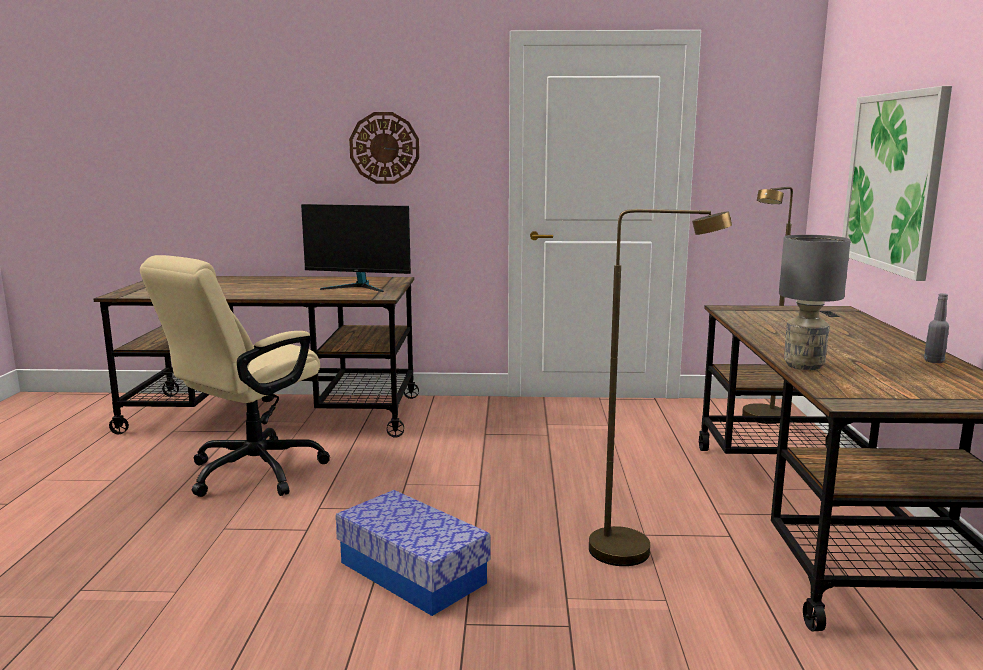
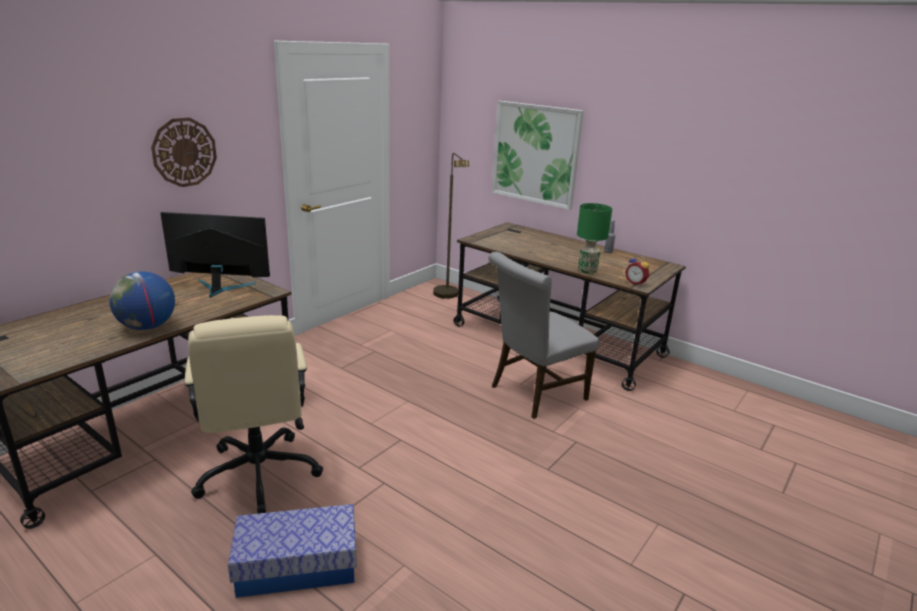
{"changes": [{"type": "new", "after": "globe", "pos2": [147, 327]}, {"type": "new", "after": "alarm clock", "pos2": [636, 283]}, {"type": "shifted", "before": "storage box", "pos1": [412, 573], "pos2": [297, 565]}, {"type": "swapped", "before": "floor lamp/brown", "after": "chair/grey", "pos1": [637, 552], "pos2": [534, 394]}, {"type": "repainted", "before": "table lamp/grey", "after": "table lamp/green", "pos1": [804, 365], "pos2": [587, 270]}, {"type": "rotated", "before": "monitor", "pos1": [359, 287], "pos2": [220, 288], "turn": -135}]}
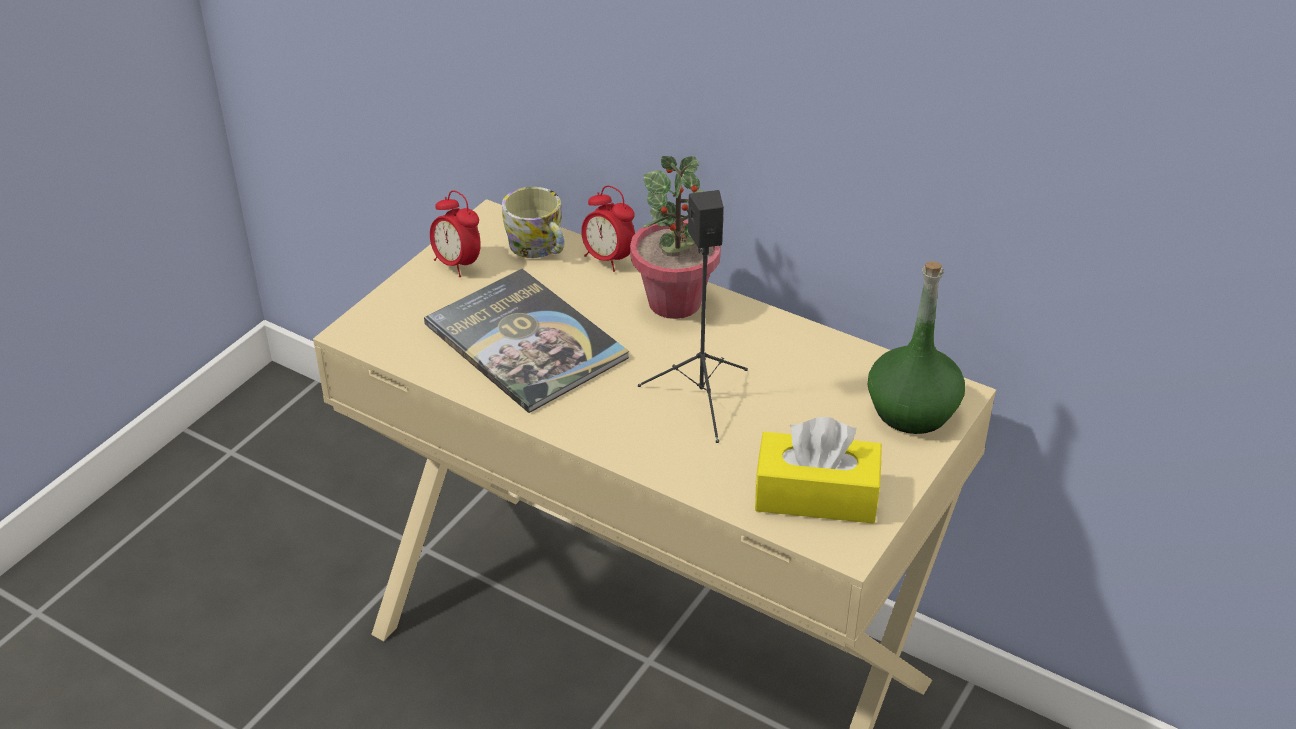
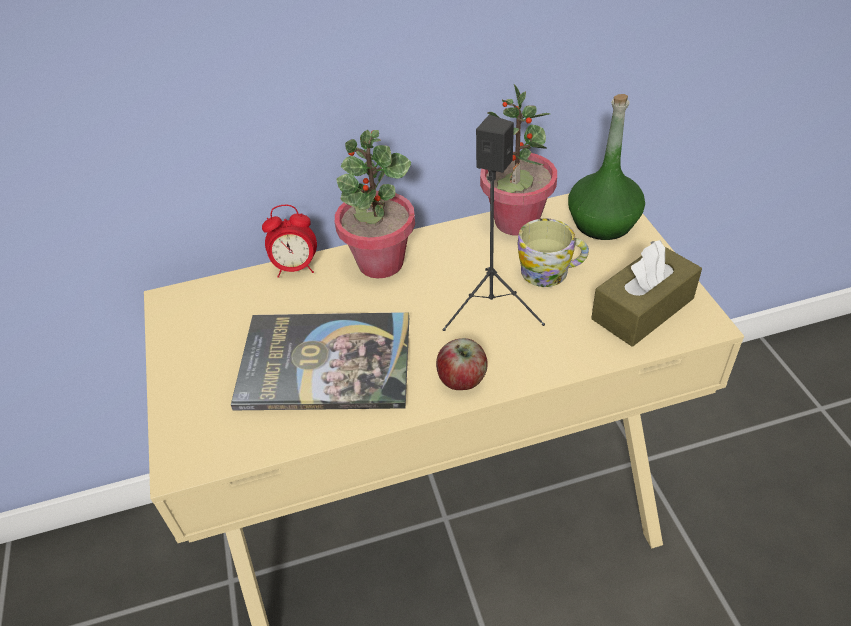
{"changes": [{"type": "gone", "before": "alarm clock", "pos1": [457, 264]}, {"type": "new", "after": "apple", "pos2": [462, 380]}, {"type": "new", "after": "potted plant", "pos2": [516, 222]}, {"type": "shifted", "before": "mug", "pos1": [539, 248], "pos2": [551, 272]}, {"type": "repainted", "before": "tissue box/yellow", "after": "tissue box/brown", "pos1": [816, 495], "pos2": [642, 309]}]}
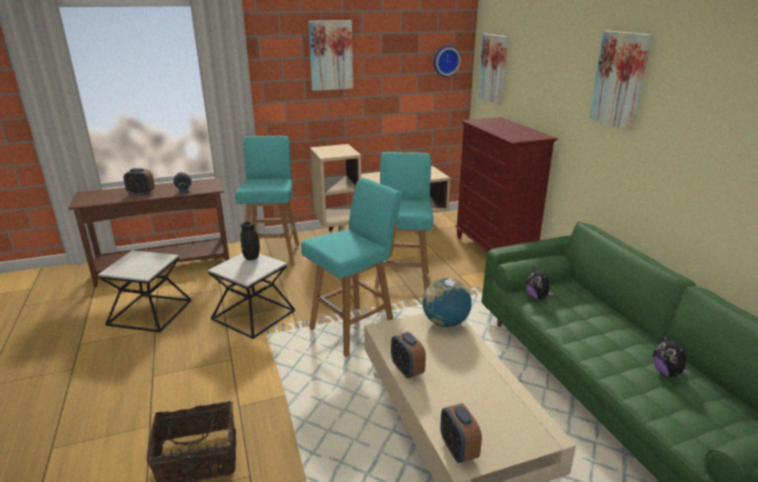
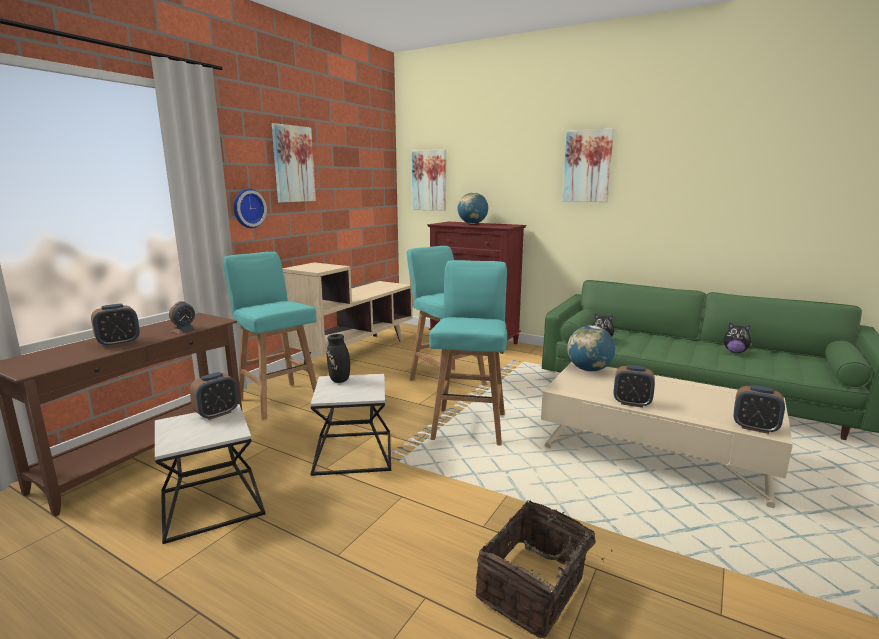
{"changes": [{"type": "new", "after": "alarm clock", "pos2": [217, 414]}, {"type": "new", "after": "globe", "pos2": [472, 223]}, {"type": "shifted", "before": "wall clock", "pos1": [446, 61], "pos2": [247, 208]}]}
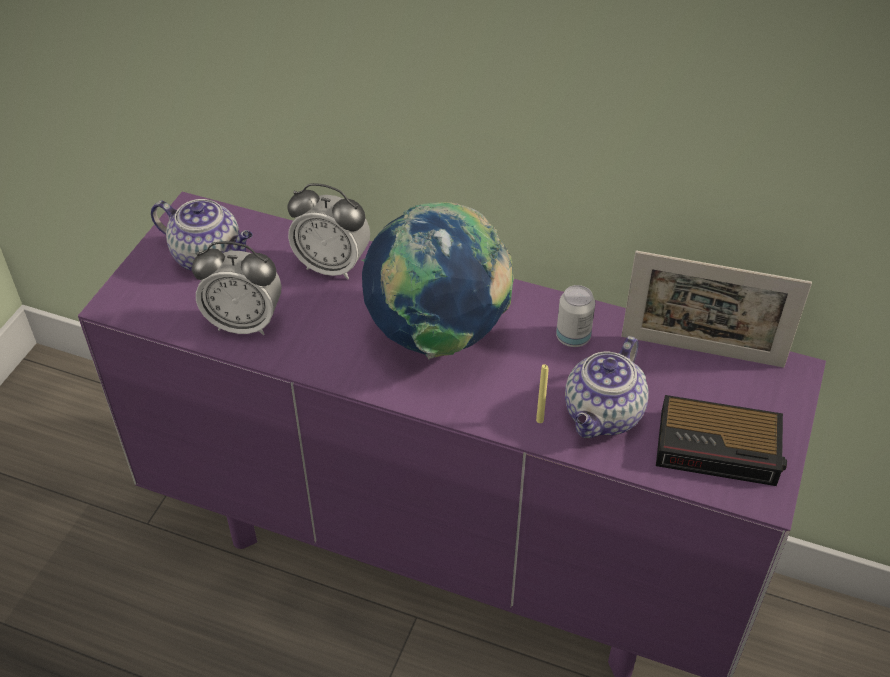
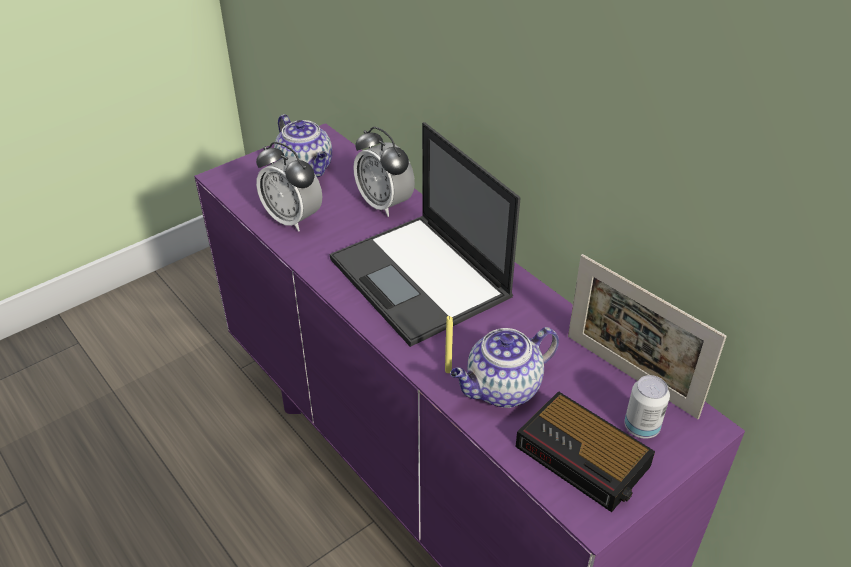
{"changes": [{"type": "shifted", "before": "can", "pos1": [573, 337], "pos2": [641, 427]}, {"type": "swapped", "before": "globe", "after": "laptop", "pos1": [438, 335], "pos2": [421, 279]}]}
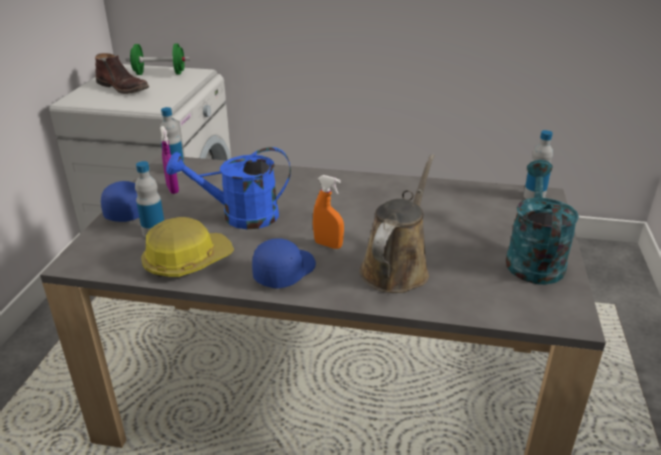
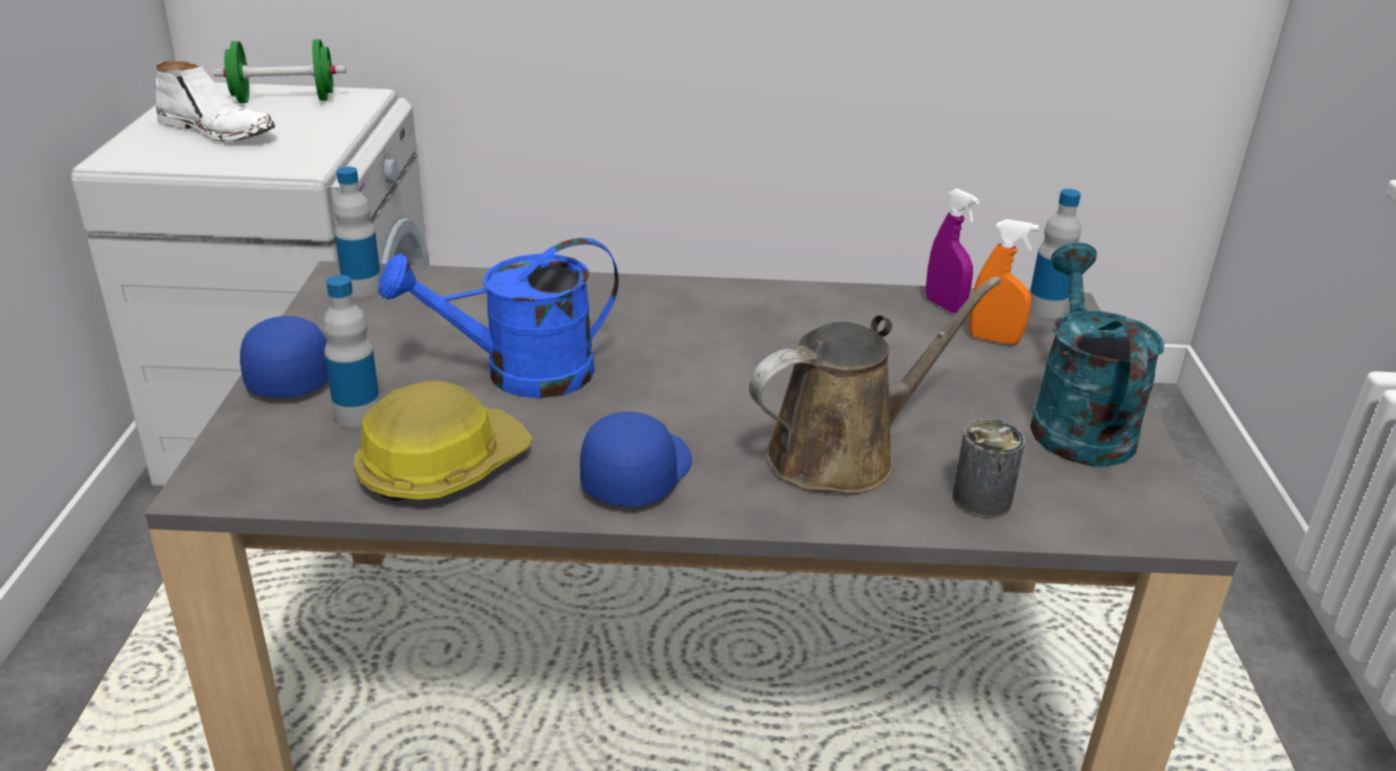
{"changes": [{"type": "new", "after": "can", "pos2": [981, 500]}, {"type": "shifted", "before": "spray bottle/purple", "pos1": [172, 189], "pos2": [944, 306]}, {"type": "shifted", "before": "spray bottle/orange", "pos1": [328, 245], "pos2": [994, 339]}, {"type": "repainted", "before": "boot/brown", "after": "boot/white", "pos1": [124, 88], "pos2": [219, 130]}, {"type": "rotated", "before": "watering can/brown", "pos1": [396, 268], "pos2": [842, 454], "turn": 45}]}
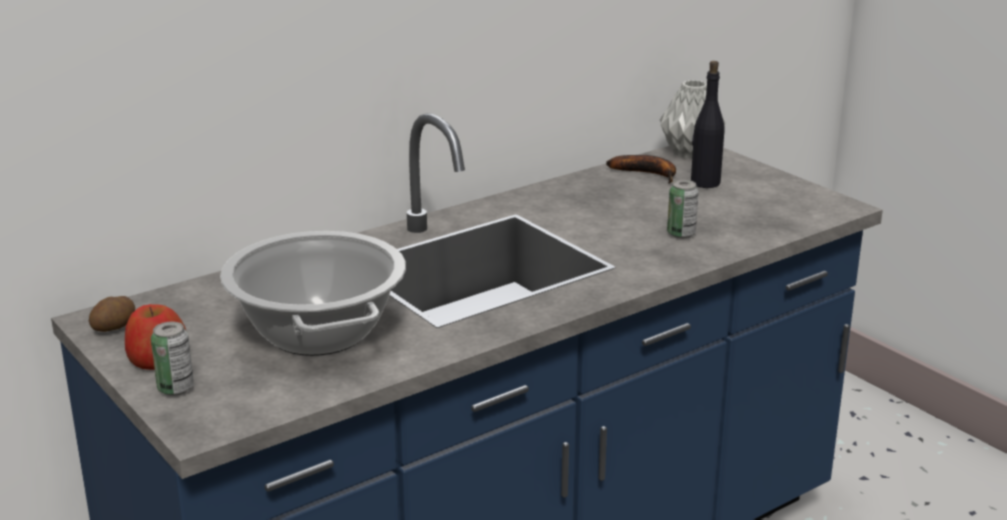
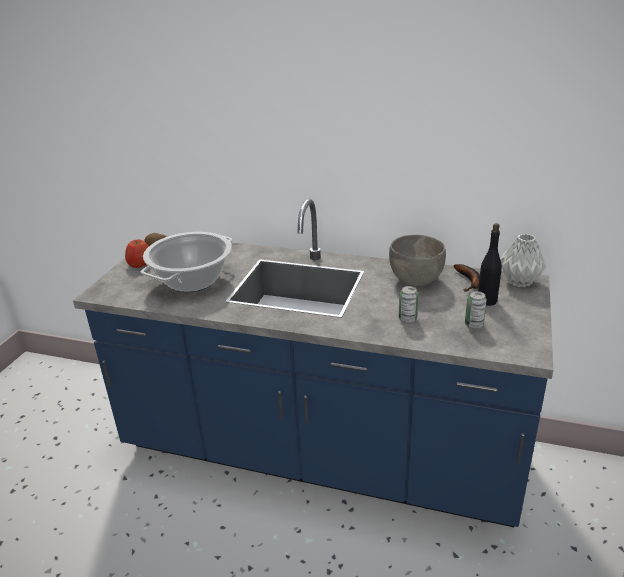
{"changes": [{"type": "new", "after": "bowl/grey", "pos2": [416, 280]}, {"type": "shifted", "before": "can", "pos1": [175, 388], "pos2": [474, 324]}]}
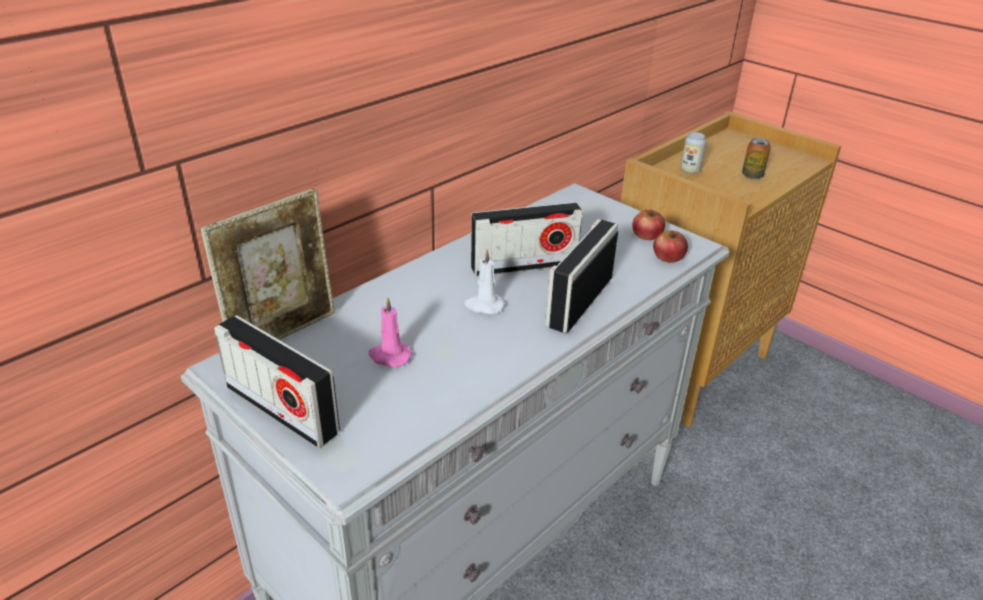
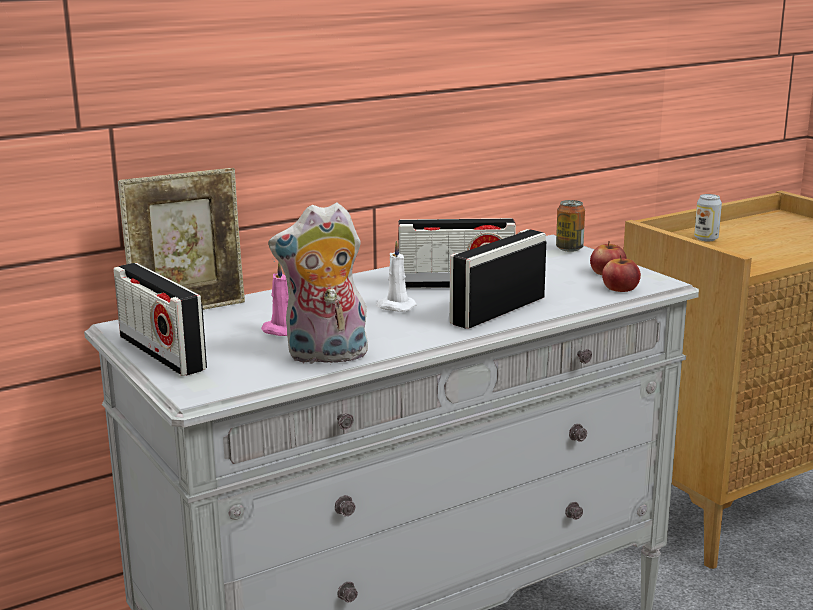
{"changes": [{"type": "new", "after": "plush toy", "pos2": [325, 356]}, {"type": "shifted", "before": "can", "pos1": [752, 176], "pos2": [569, 248]}]}
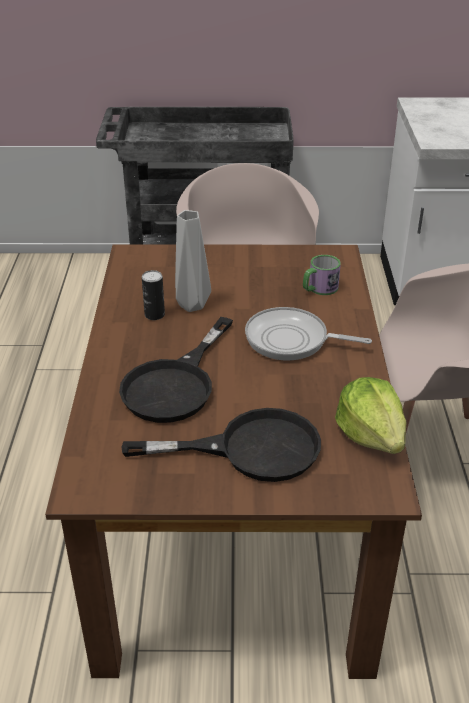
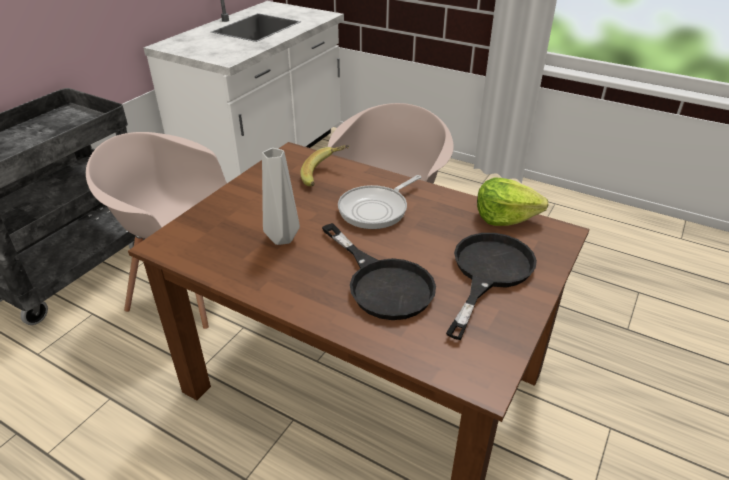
{"changes": [{"type": "gone", "before": "can", "pos1": [154, 315]}, {"type": "swapped", "before": "mug", "after": "banana", "pos1": [319, 289], "pos2": [325, 176]}]}
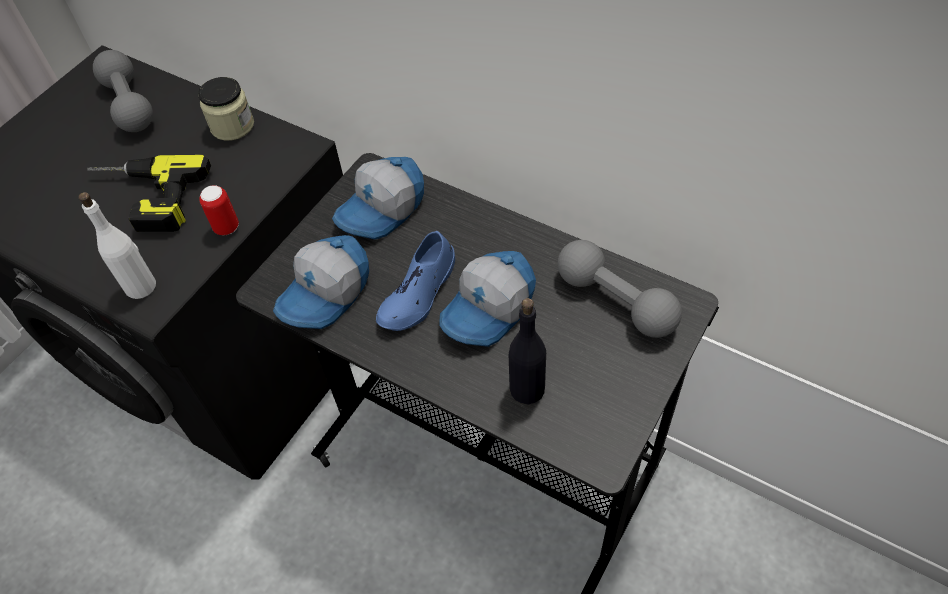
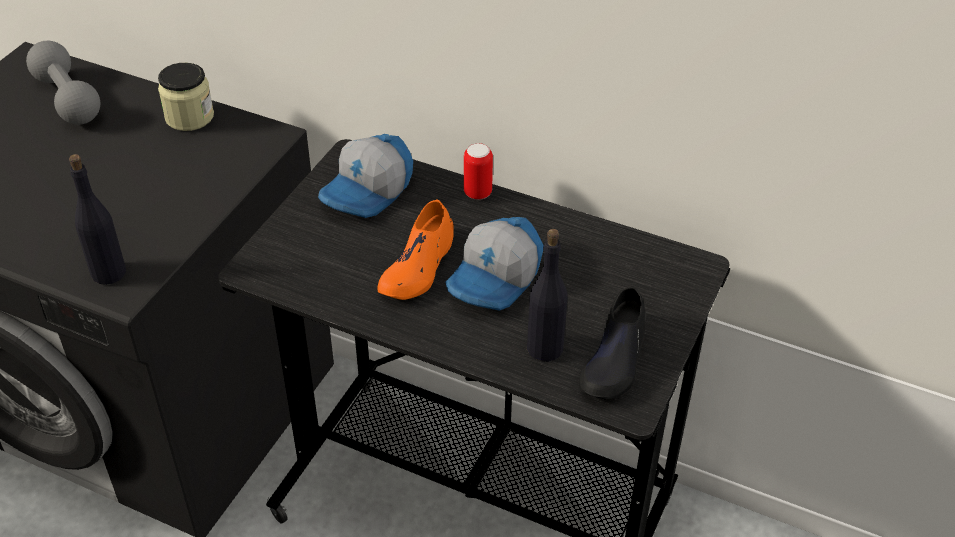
{"changes": [{"type": "gone", "before": "power drill", "pos1": [143, 199]}, {"type": "gone", "before": "cap", "pos1": [327, 294]}, {"type": "gone", "before": "dumbbell/grey", "pos1": [615, 301]}, {"type": "new", "after": "shoe/black", "pos2": [614, 359]}, {"type": "shifted", "before": "can", "pos1": [226, 227], "pos2": [477, 193]}, {"type": "repainted", "before": "bottle/white", "after": "bottle/black", "pos1": [141, 286], "pos2": [109, 272]}, {"type": "repainted", "before": "shoe/blue", "after": "shoe/orange", "pos1": [418, 293], "pos2": [418, 267]}]}
